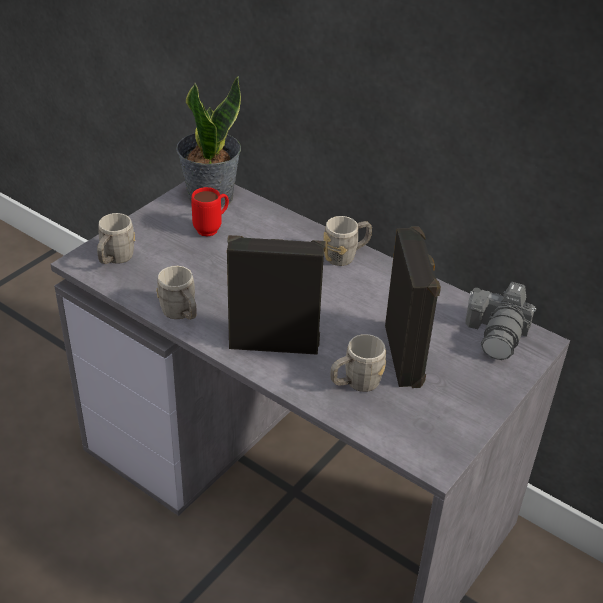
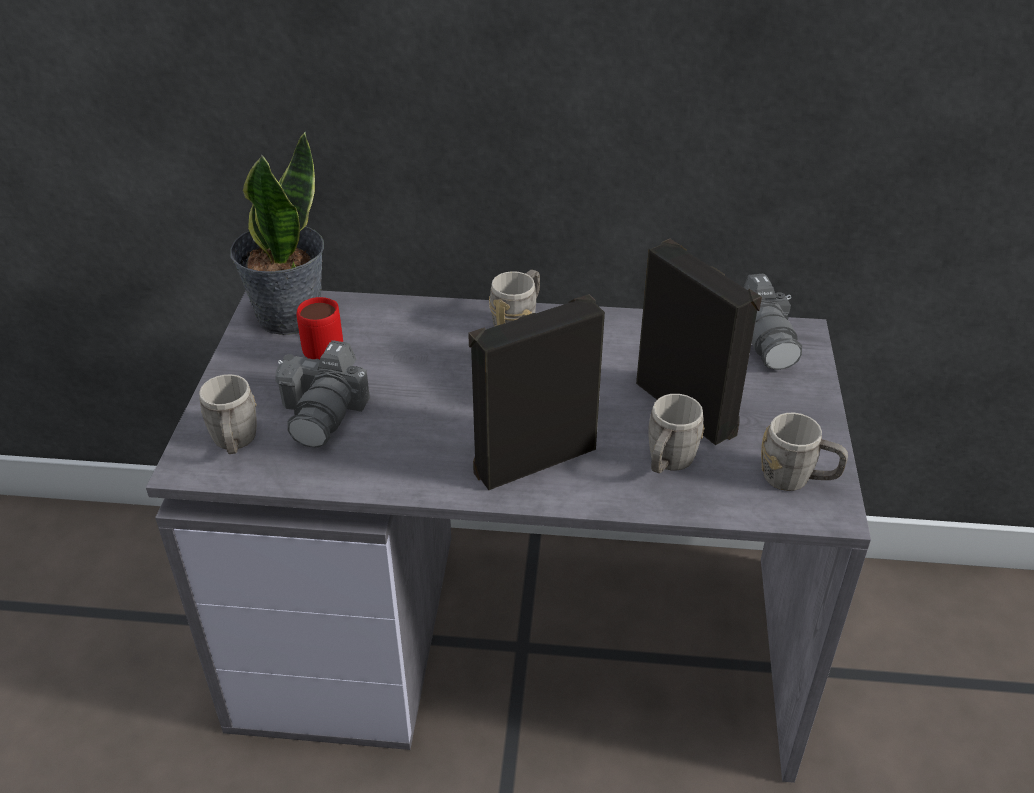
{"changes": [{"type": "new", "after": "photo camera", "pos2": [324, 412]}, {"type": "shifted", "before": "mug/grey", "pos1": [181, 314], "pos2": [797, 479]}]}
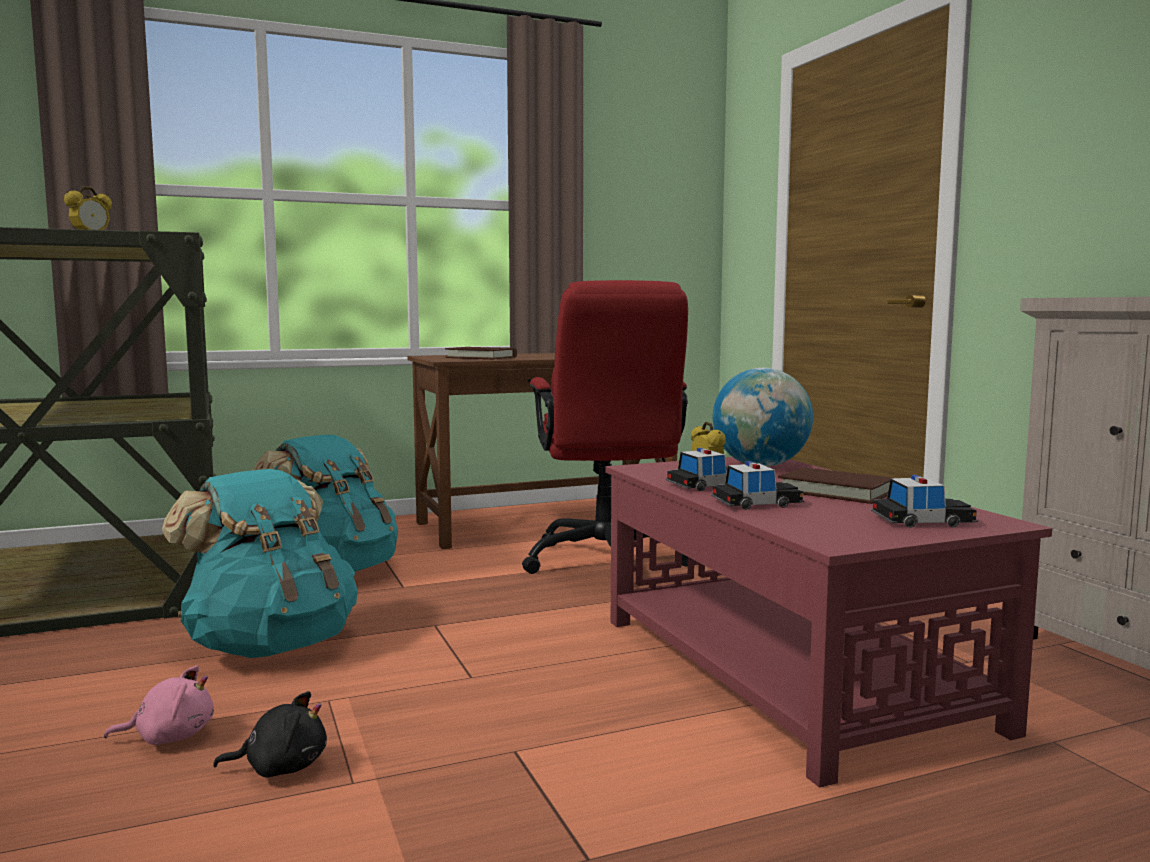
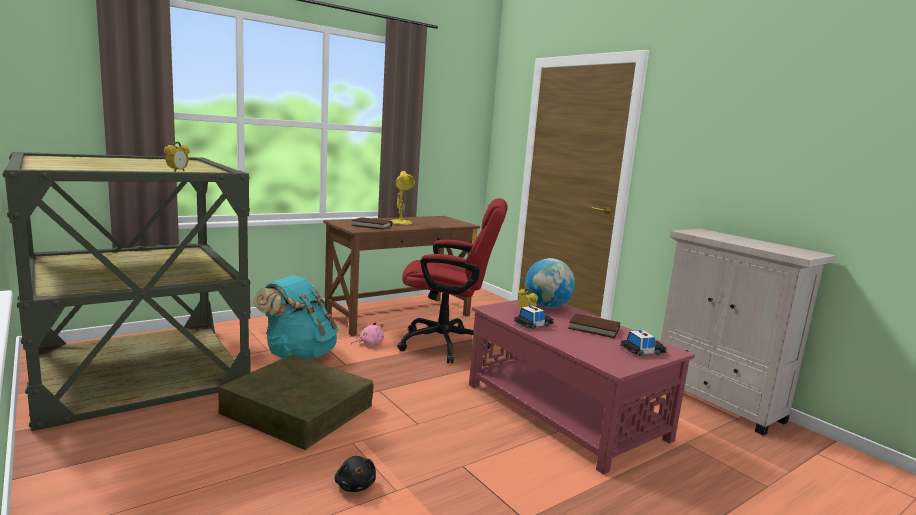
{"changes": [{"type": "gone", "before": "toy car", "pos1": [756, 503]}, {"type": "new", "after": "table lamp/yellow", "pos2": [401, 222]}, {"type": "shifted", "before": "plush toy/pink", "pos1": [170, 737], "pos2": [369, 344]}, {"type": "swapped", "before": "backpack/turquoise", "after": "storage box/brown", "pos1": [271, 646], "pos2": [297, 409]}, {"type": "rotated", "before": "plush toy/black", "pos1": [281, 767], "pos2": [355, 485], "turn": 90}, {"type": "rotated", "before": "office chair/red", "pos1": [607, 564], "pos2": [447, 345], "turn": -60}]}
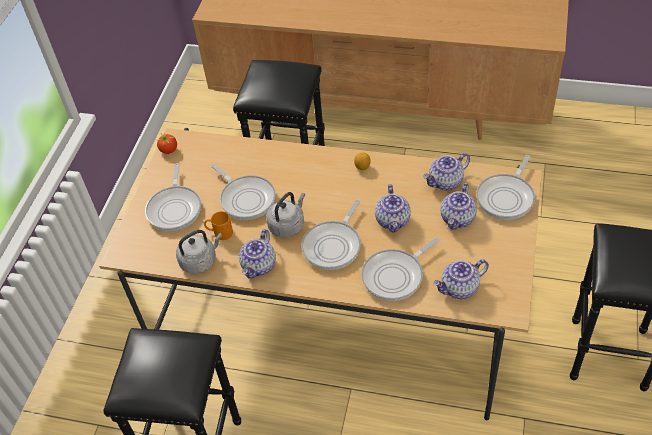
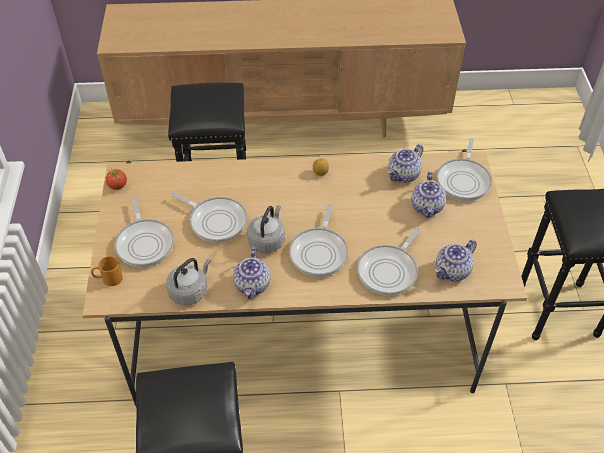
{"changes": [{"type": "gone", "before": "teapot", "pos1": [393, 220]}, {"type": "shifted", "before": "mug/orange", "pos1": [219, 233], "pos2": [108, 279]}]}
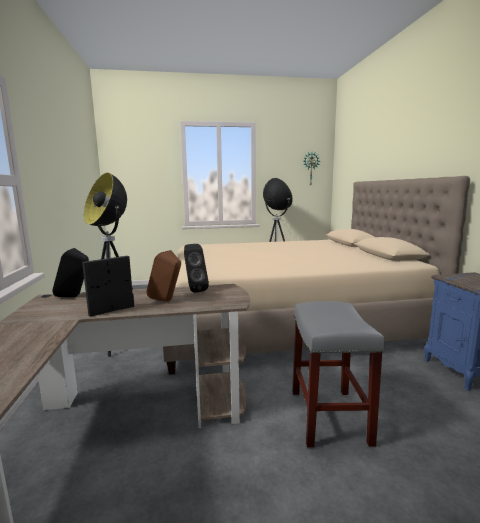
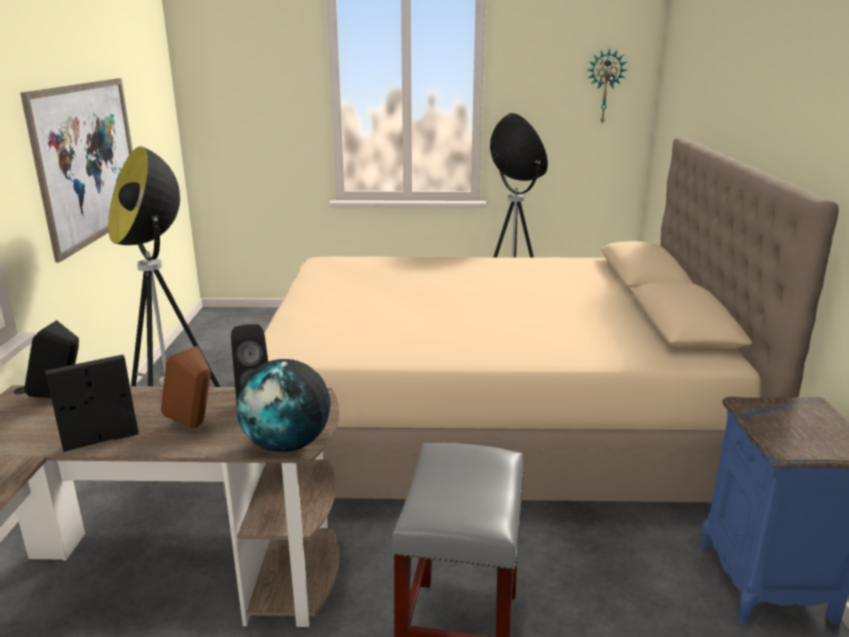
{"changes": [{"type": "new", "after": "picture", "pos2": [89, 162]}, {"type": "new", "after": "globe", "pos2": [287, 444]}]}
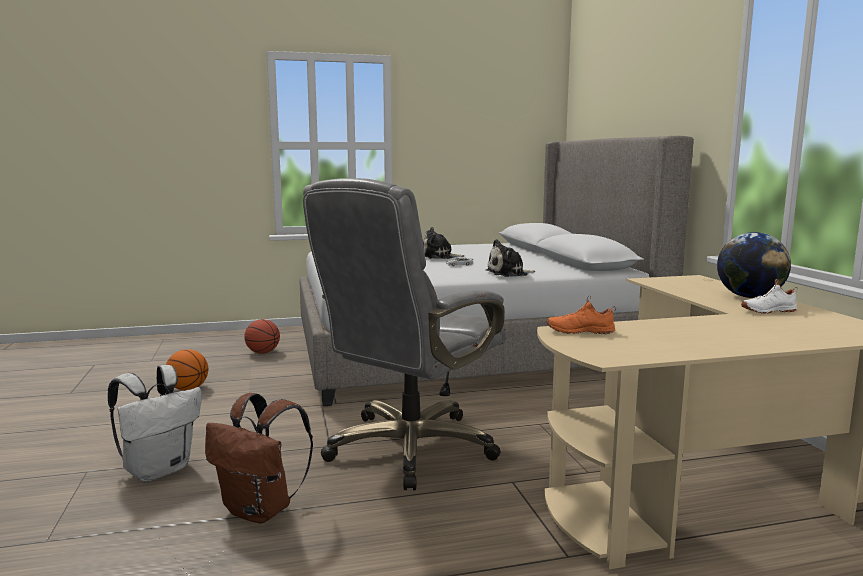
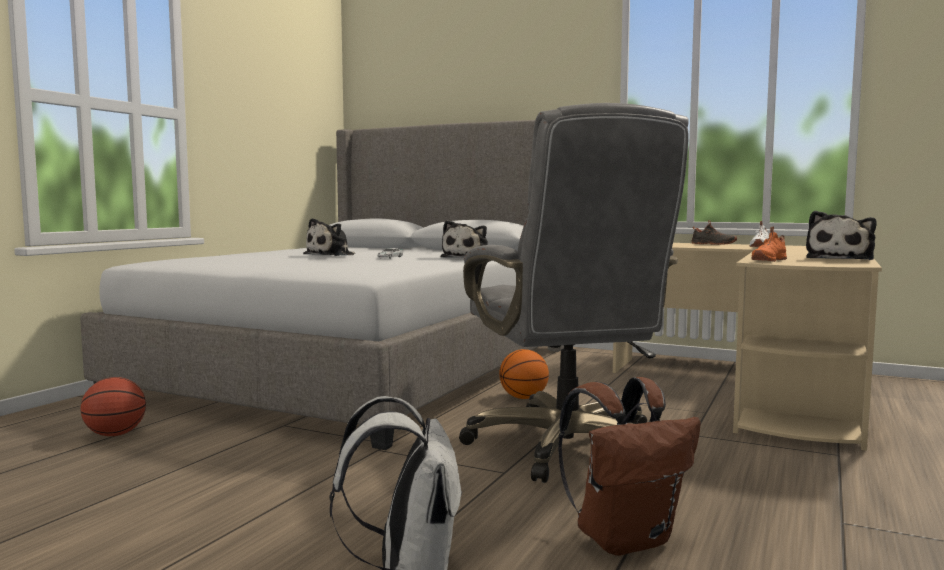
{"changes": [{"type": "new", "after": "plush toy", "pos2": [840, 259]}, {"type": "shifted", "before": "basketball", "pos1": [188, 389], "pos2": [523, 398]}, {"type": "swapped", "before": "globe", "after": "shoe/black", "pos1": [749, 297], "pos2": [713, 244]}]}
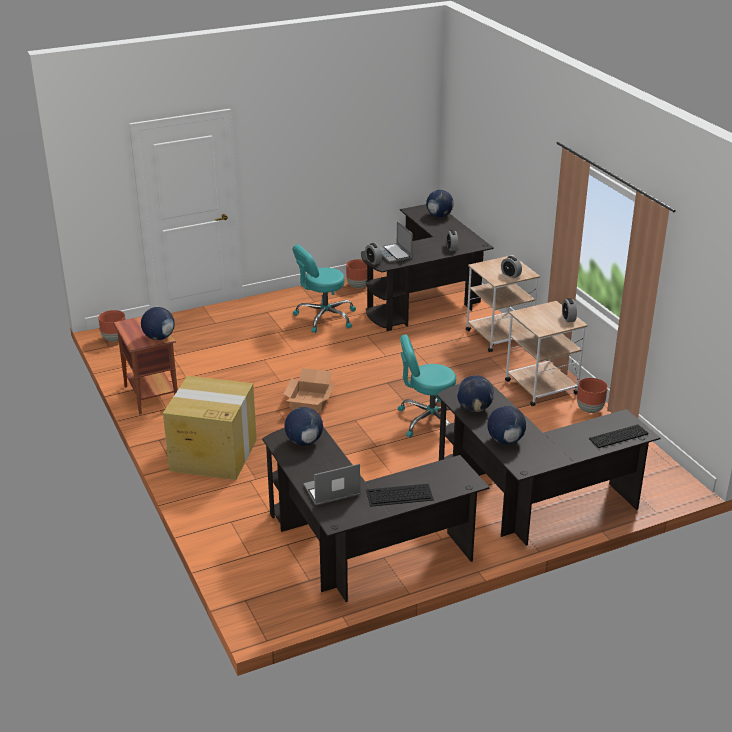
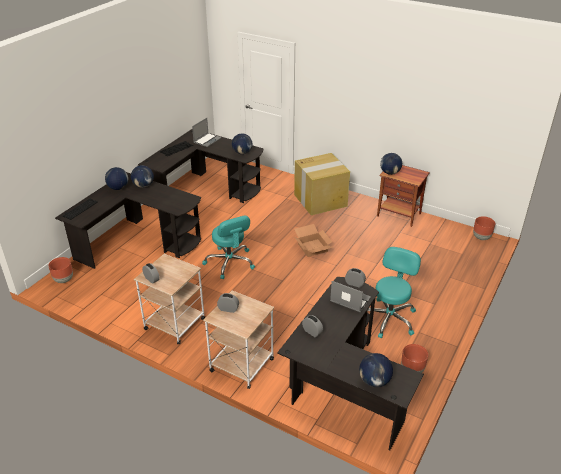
{"changes": [{"type": "shifted", "before": "globe", "pos1": [474, 409], "pos2": [118, 188]}, {"type": "shifted", "before": "planter/brown", "pos1": [589, 409], "pos2": [64, 280]}, {"type": "rotated", "before": "office chair/turquoise", "pos1": [428, 421], "pos2": [230, 264], "turn": 105}]}
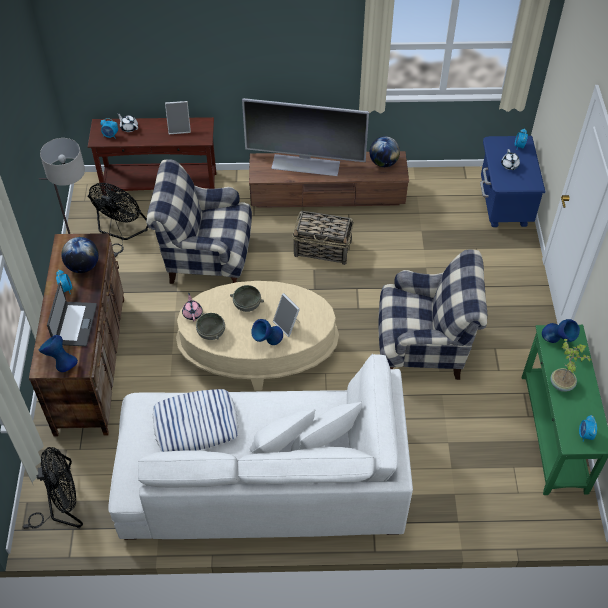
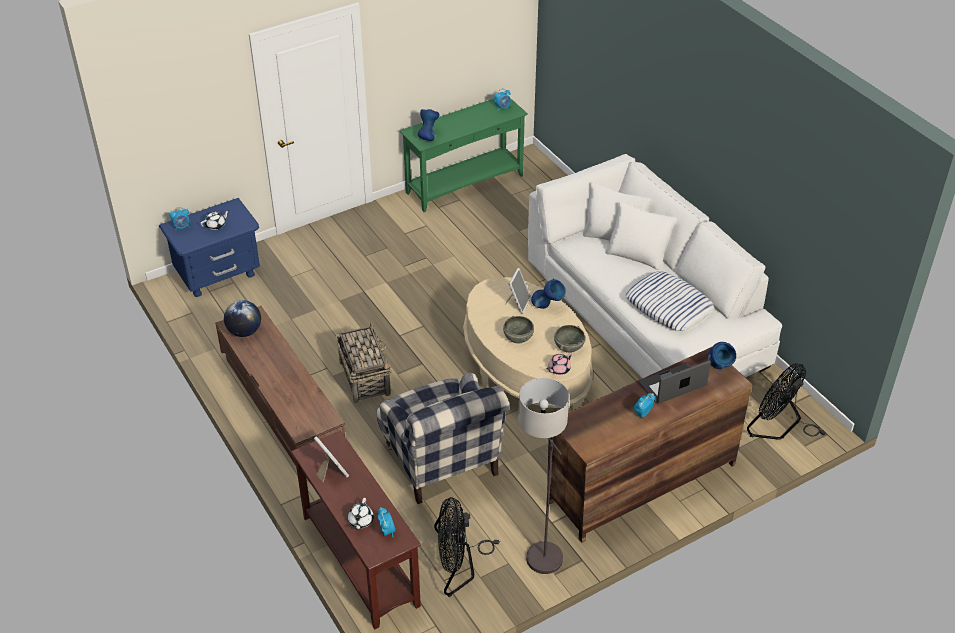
{"changes": [{"type": "gone", "before": "globe", "pos1": [83, 266]}, {"type": "gone", "before": "television", "pos1": [305, 164]}, {"type": "gone", "before": "armchair", "pos1": [423, 346]}, {"type": "gone", "before": "potted plant", "pos1": [562, 384]}]}
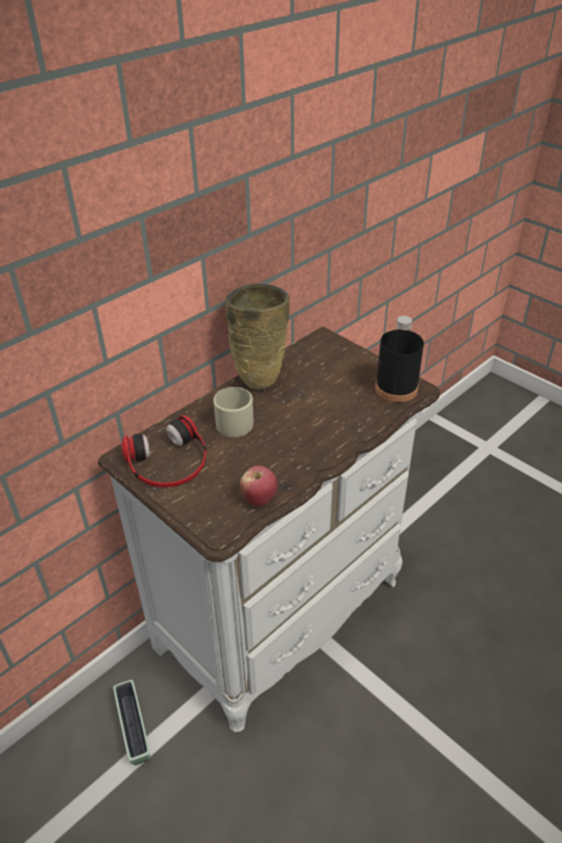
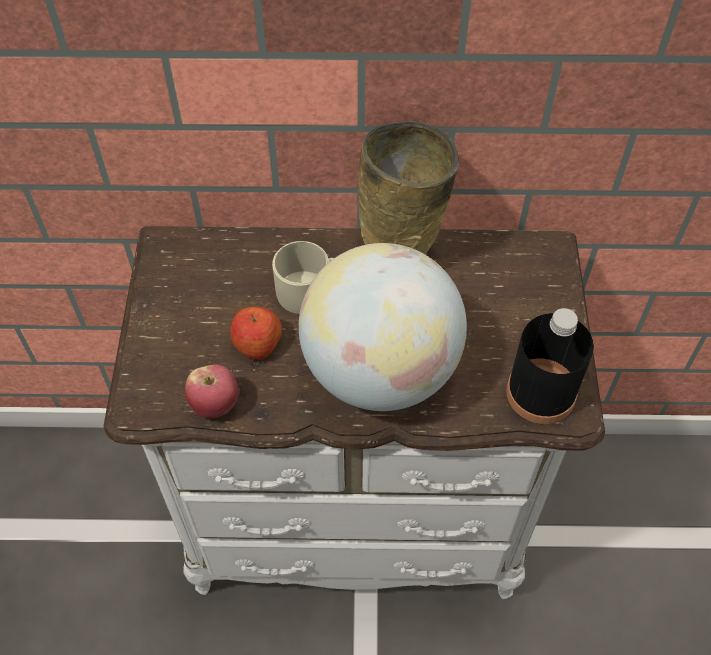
{"changes": [{"type": "gone", "before": "planter", "pos1": [133, 728]}, {"type": "gone", "before": "headphones", "pos1": [168, 461]}, {"type": "new", "after": "apple", "pos2": [257, 343]}, {"type": "new", "after": "globe", "pos2": [380, 370]}]}
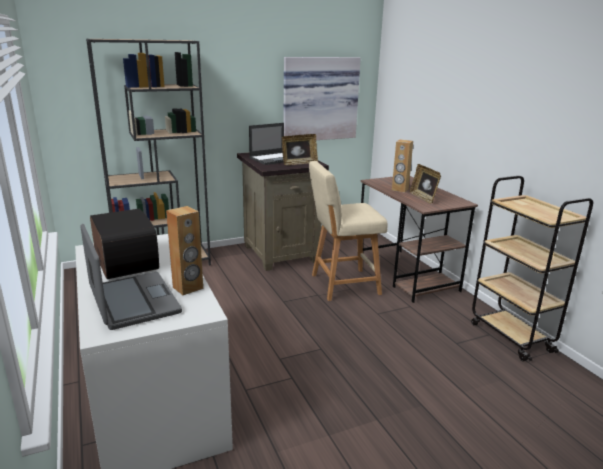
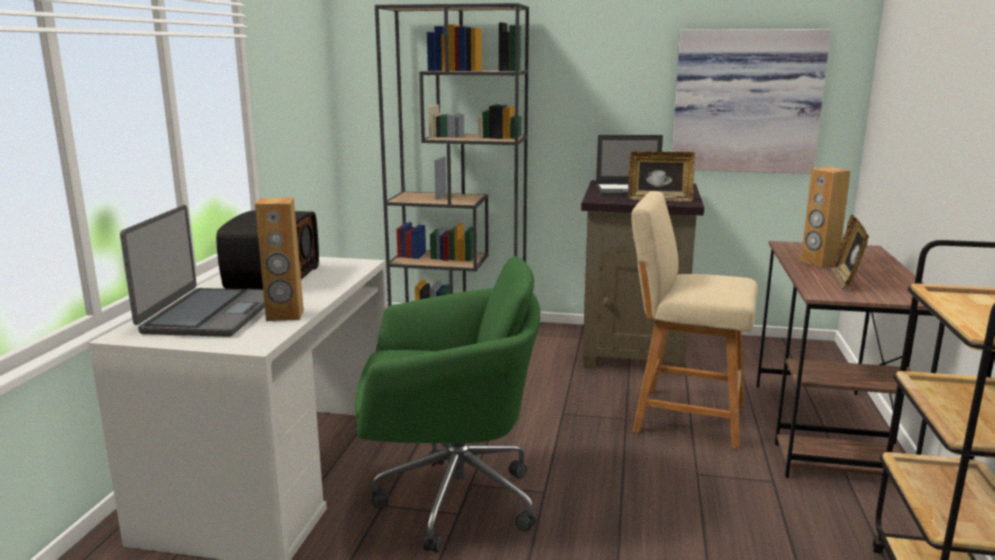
{"changes": [{"type": "new", "after": "office chair/green", "pos2": [449, 503]}]}
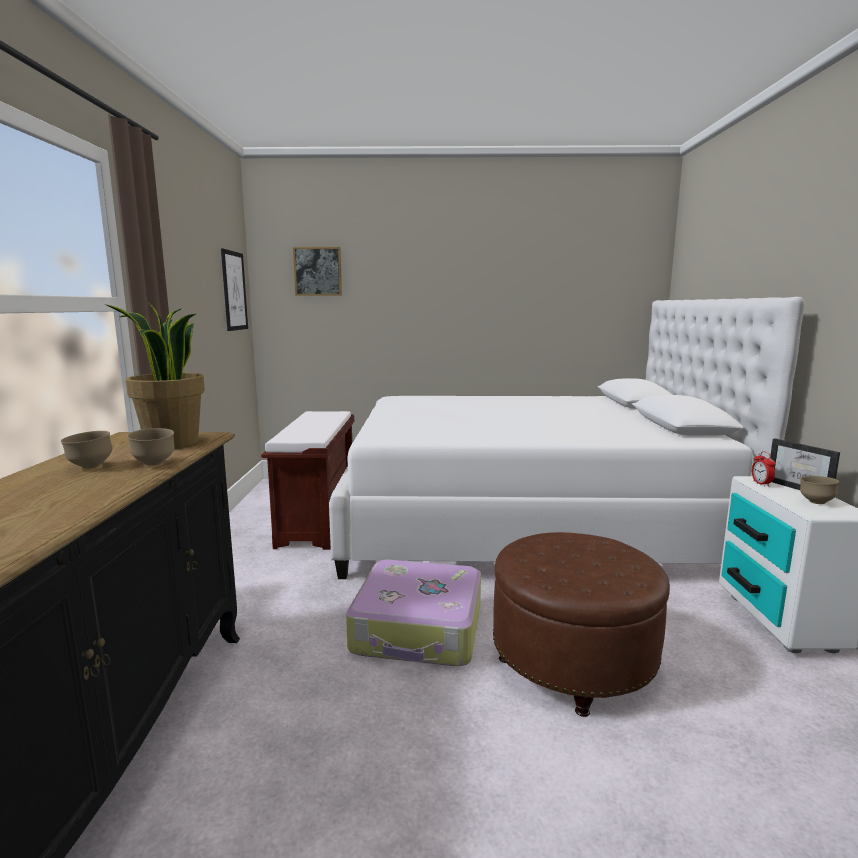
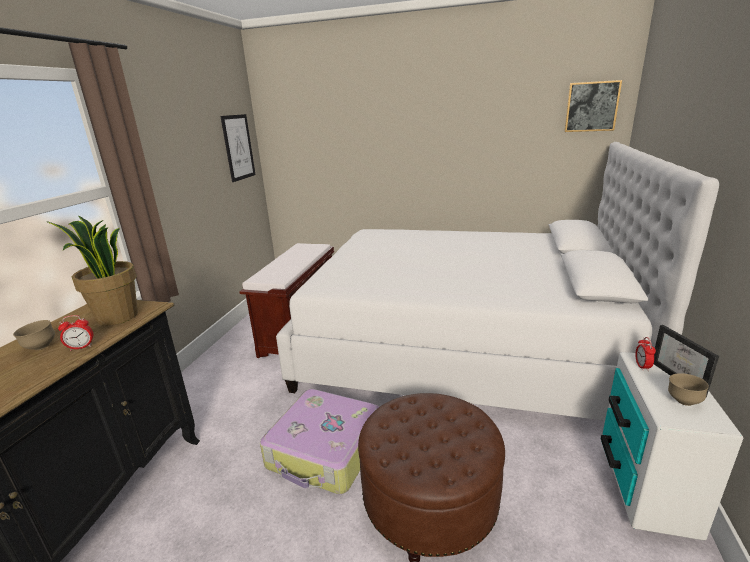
{"changes": [{"type": "shifted", "before": "picture", "pos1": [318, 271], "pos2": [591, 106]}, {"type": "swapped", "before": "bowl/brown", "after": "alarm clock", "pos1": [154, 464], "pos2": [81, 347]}]}
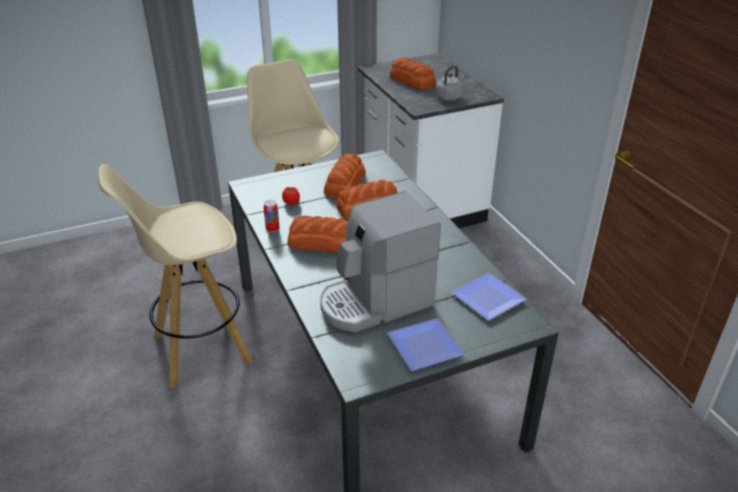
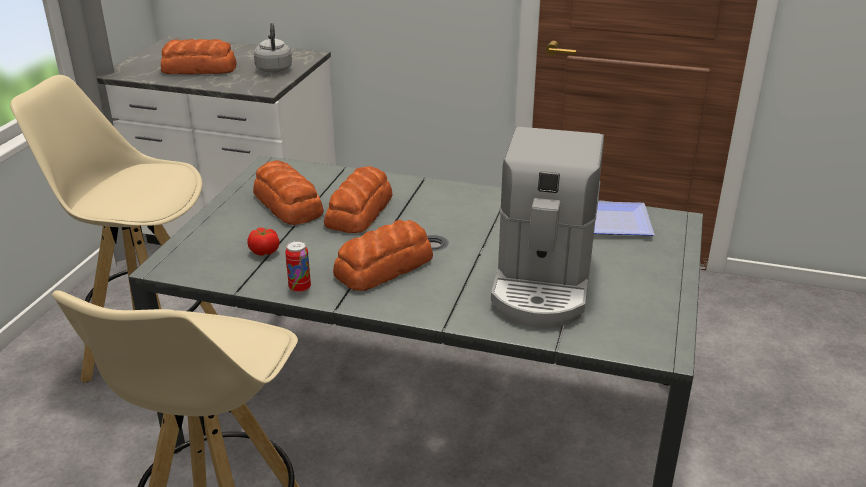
{"changes": [{"type": "gone", "before": "plate", "pos1": [425, 344]}]}
